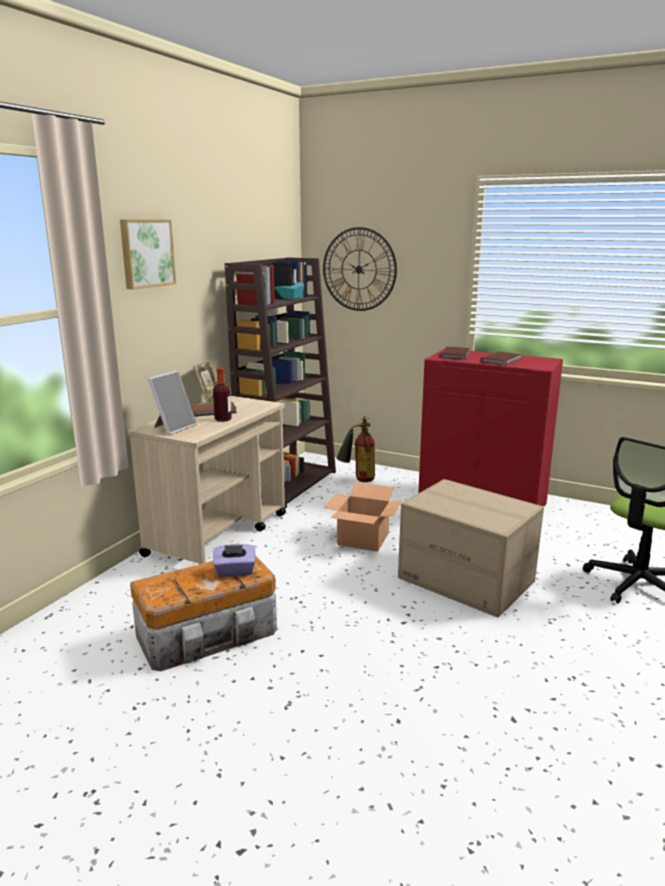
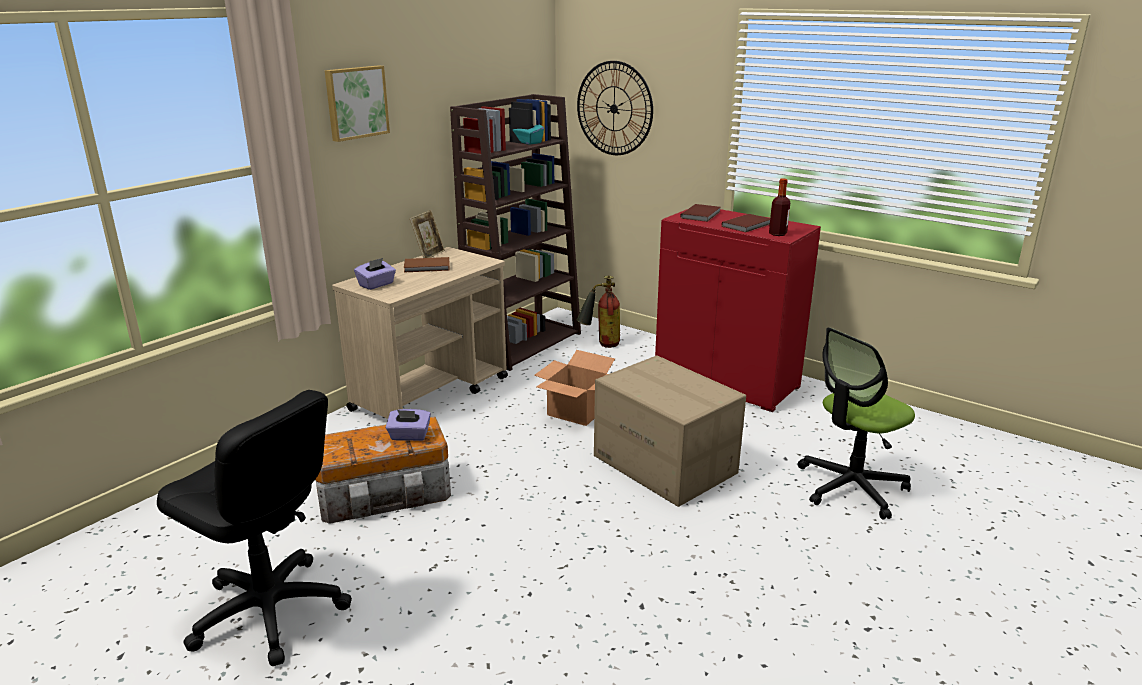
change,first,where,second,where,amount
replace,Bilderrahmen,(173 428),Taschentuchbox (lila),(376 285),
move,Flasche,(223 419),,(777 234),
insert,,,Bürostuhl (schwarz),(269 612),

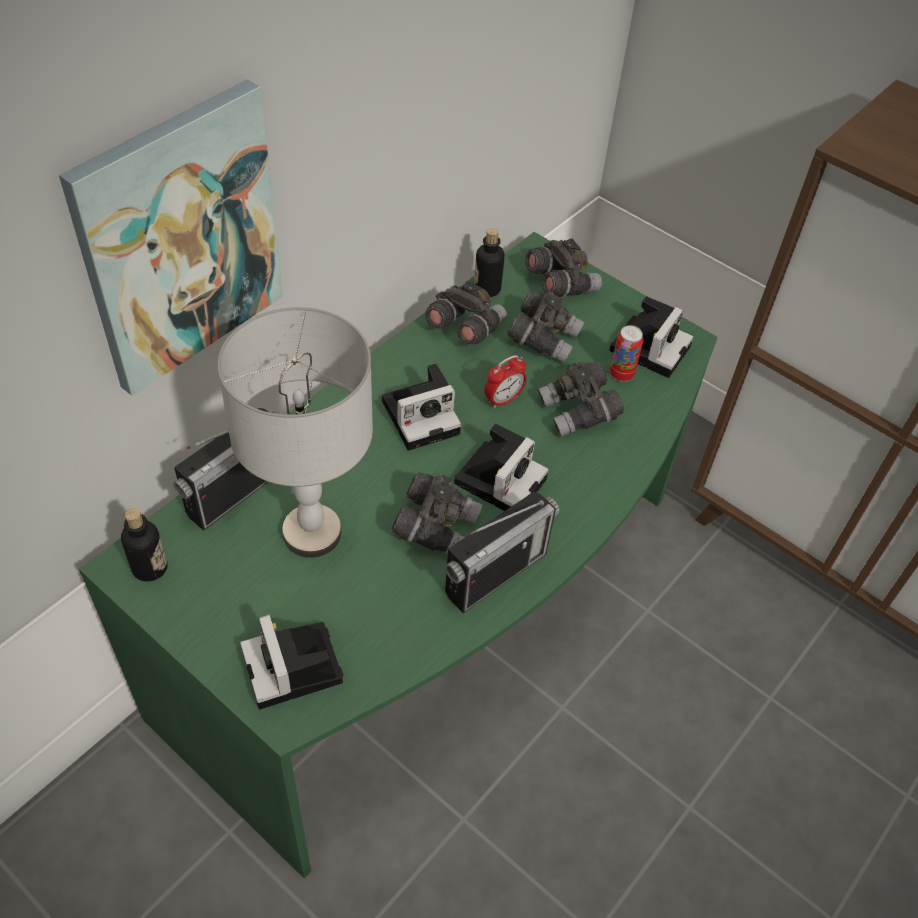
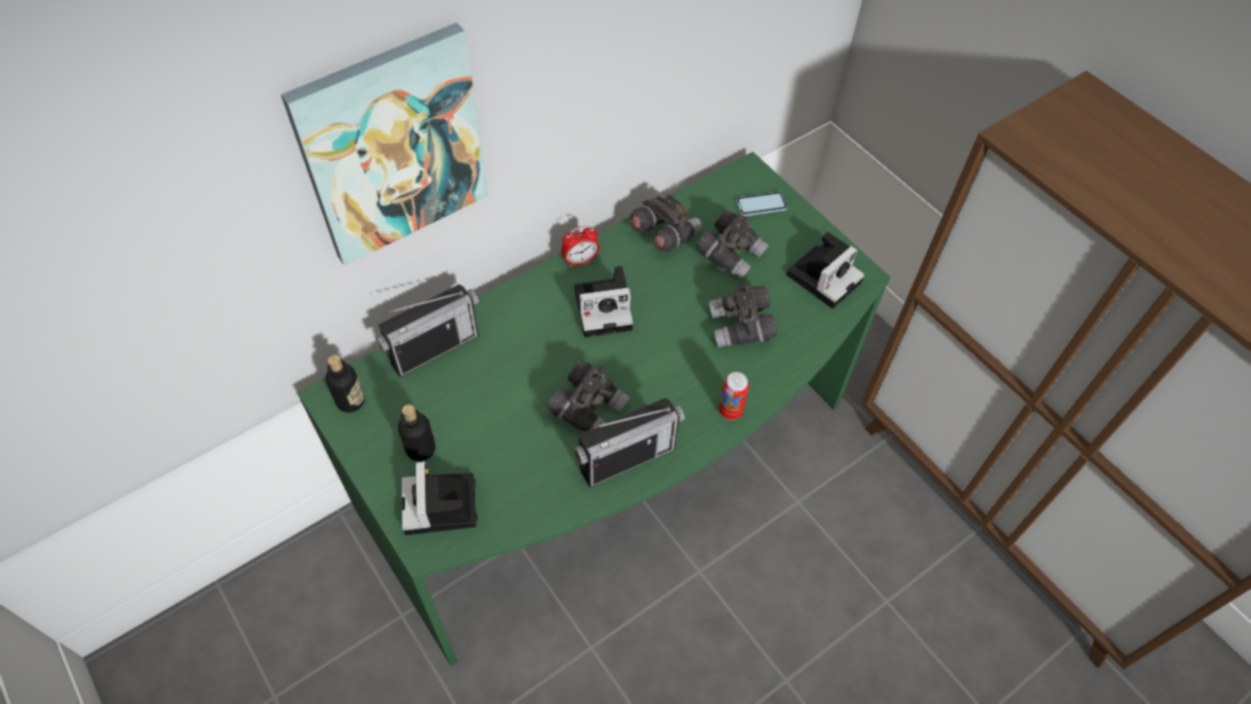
change,first,where,second,where,amount
delete,Tischlampe (grau),(312 532),,,
delete,Kamera,(501 478),,,
move,Flasche,(487 289),,(421 449),
move,Wecker,(503 400),,(580 261),
replace,Fernglas (grau),(560 284),Handy,(761 205),
move,Dose,(621 374),,(730 411),

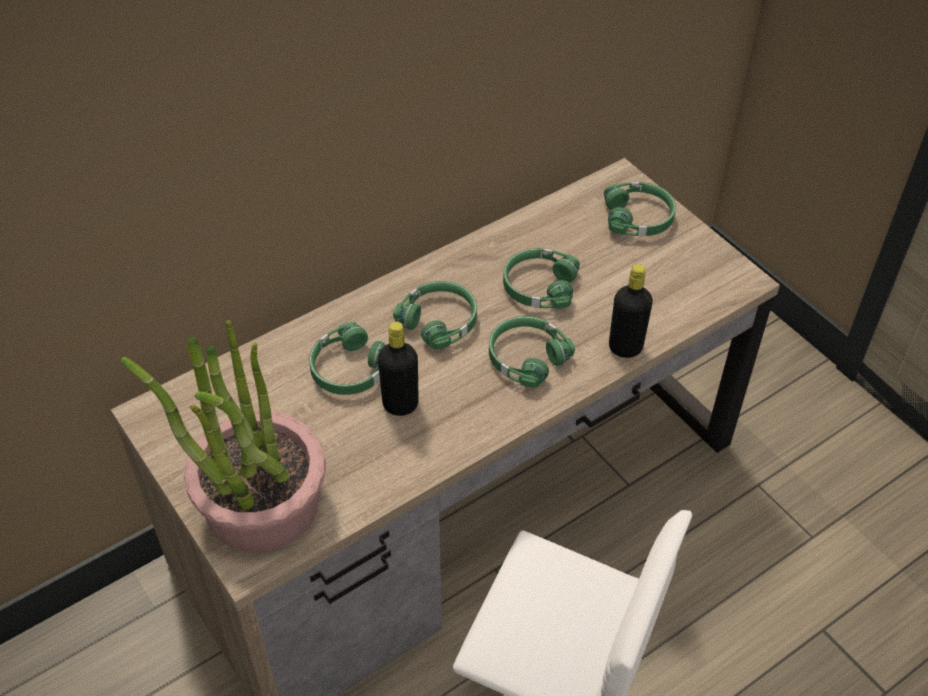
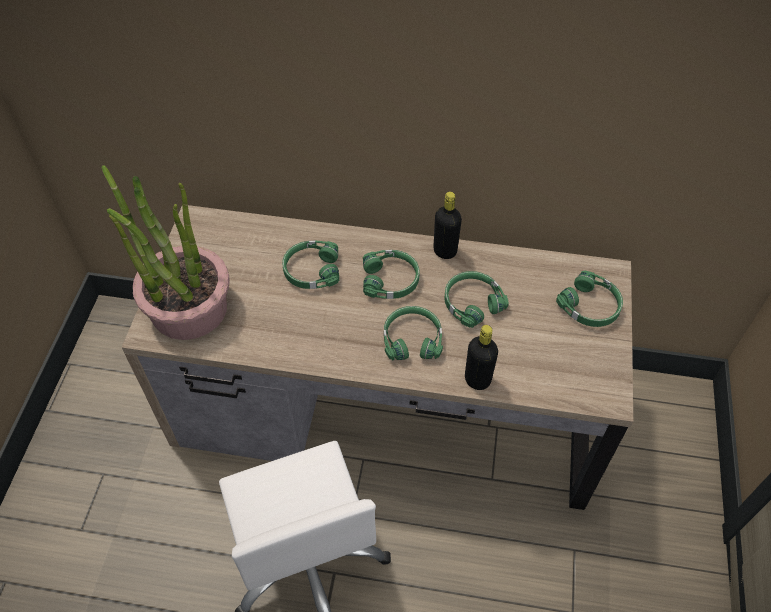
change,first,where,second,where,amount
move,Flasche (schwarz),(400 404),,(445 251),

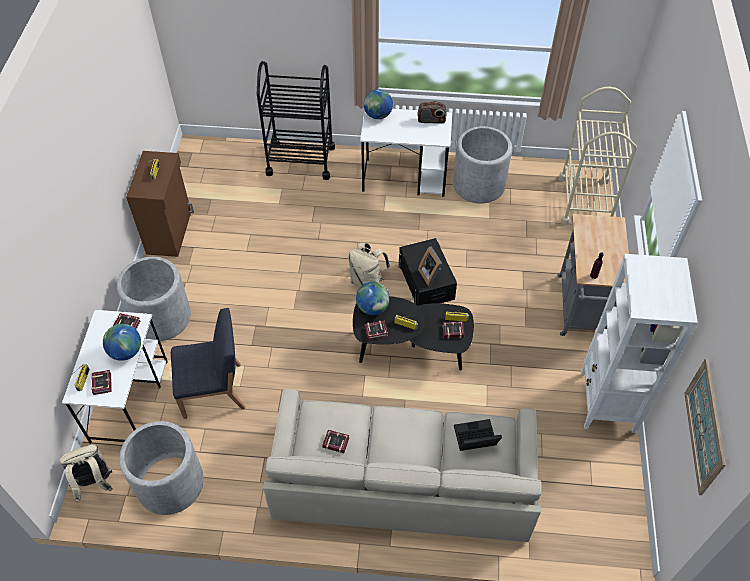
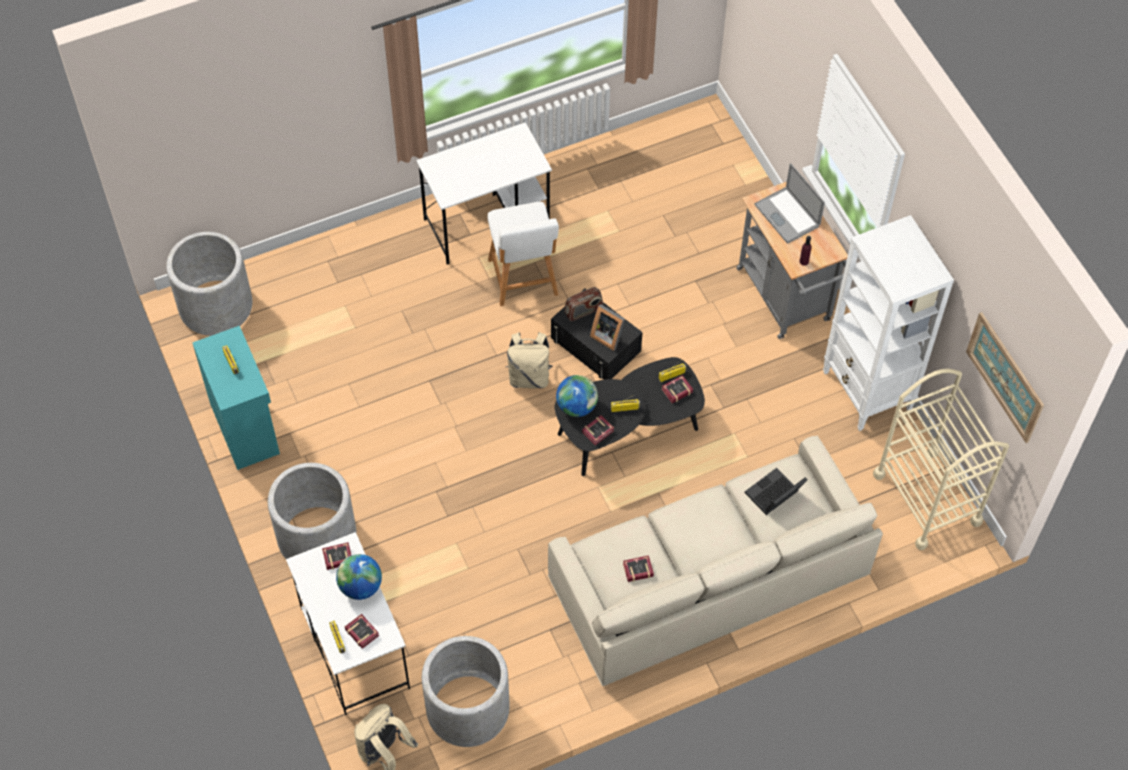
change,first,where,second,where,amount
recolor,Schrank (braun),(170 232),Schrank (türkis),(246 427),
delete,Stuhl (blau),(213 391),,,
delete,Rollwagen (schwarz),(300 160),,,
delete,Globus,(378 115),,,
move,Radio,(431 120),,(583 311),
move,Pflanzkübel (grau),(479 185),,(216 306),
move,Rollwagen (beige),(585 201),,(927 498),
insert,,,Hocker (weiß),(523 280),
insert,,,Laptop,(787 215),

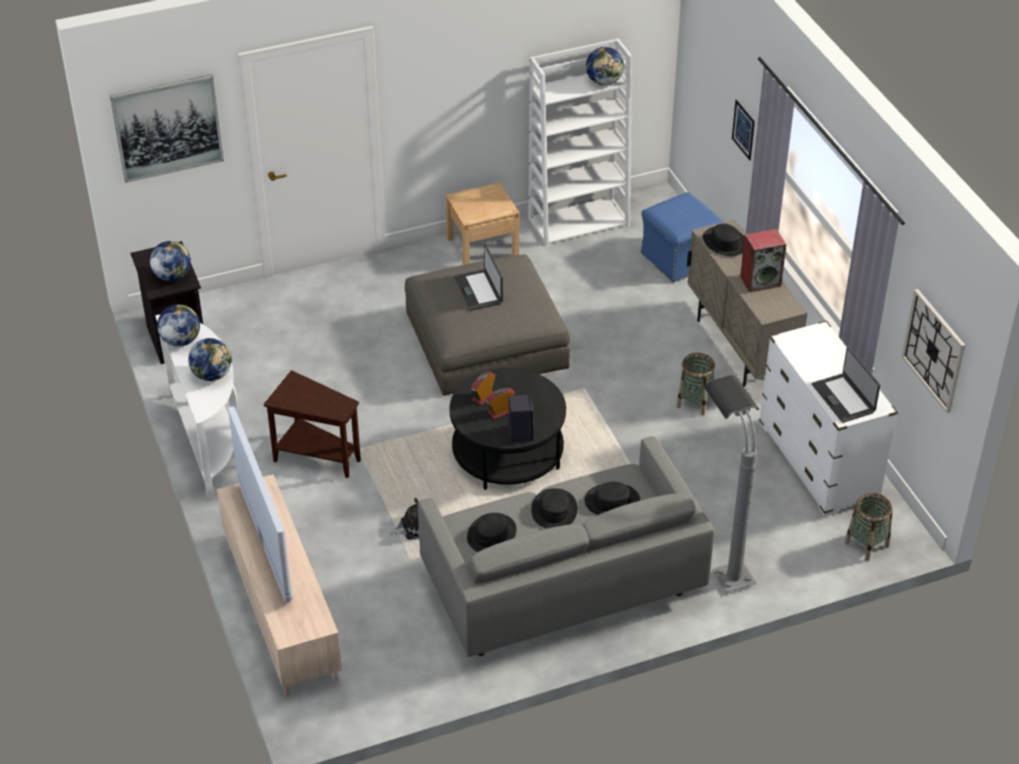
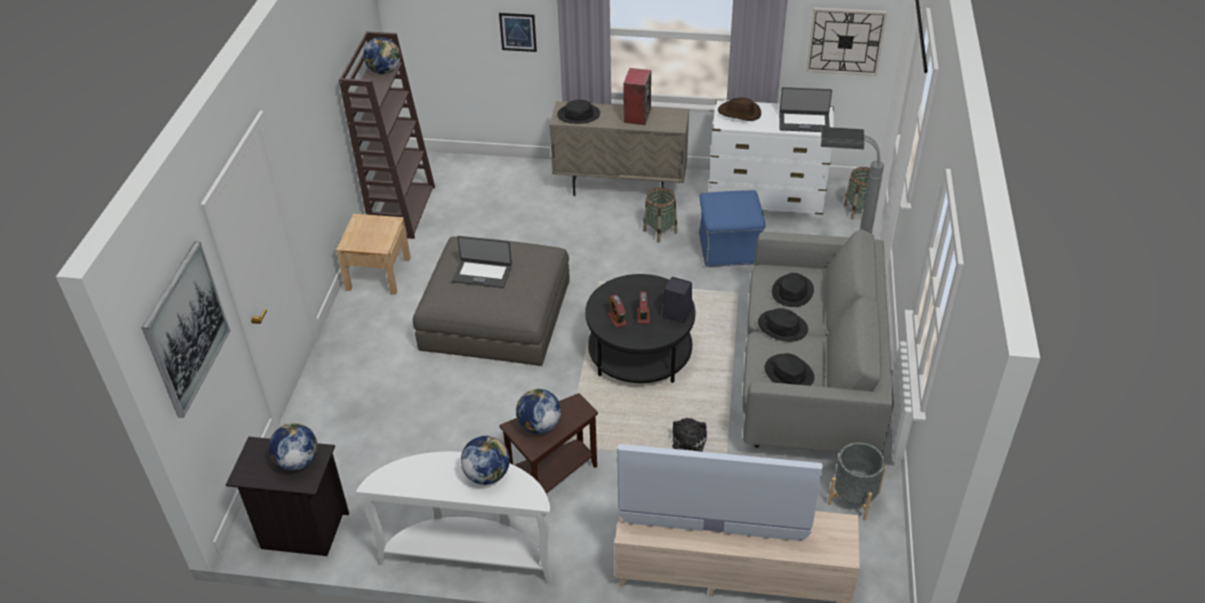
change,first,where,second,where,amount
move,Globus,(180 341),,(539 426),
recolor,Bücherregal (weiß),(579 221),Bücherregal (braun),(402 210),
move,Polsterhocker (blau),(679 259),,(729 248),
insert,,,Hut (braun),(739 113),
insert,,,Pflanzkübel (grau),(853 498),

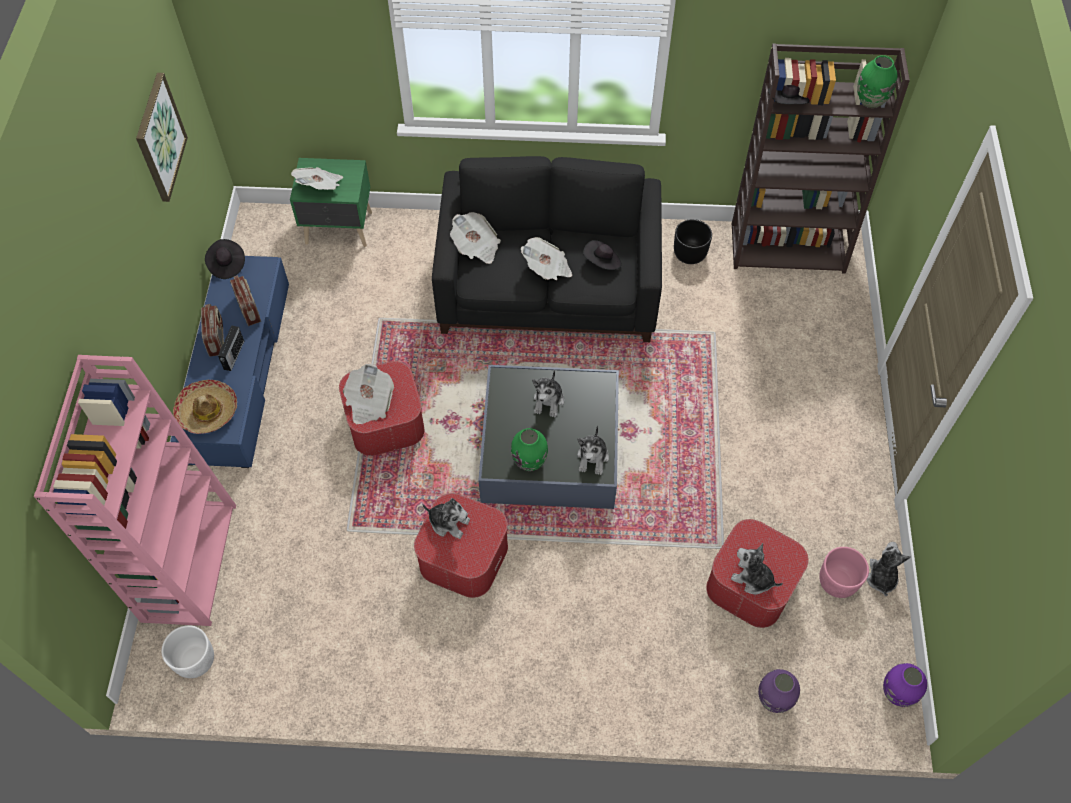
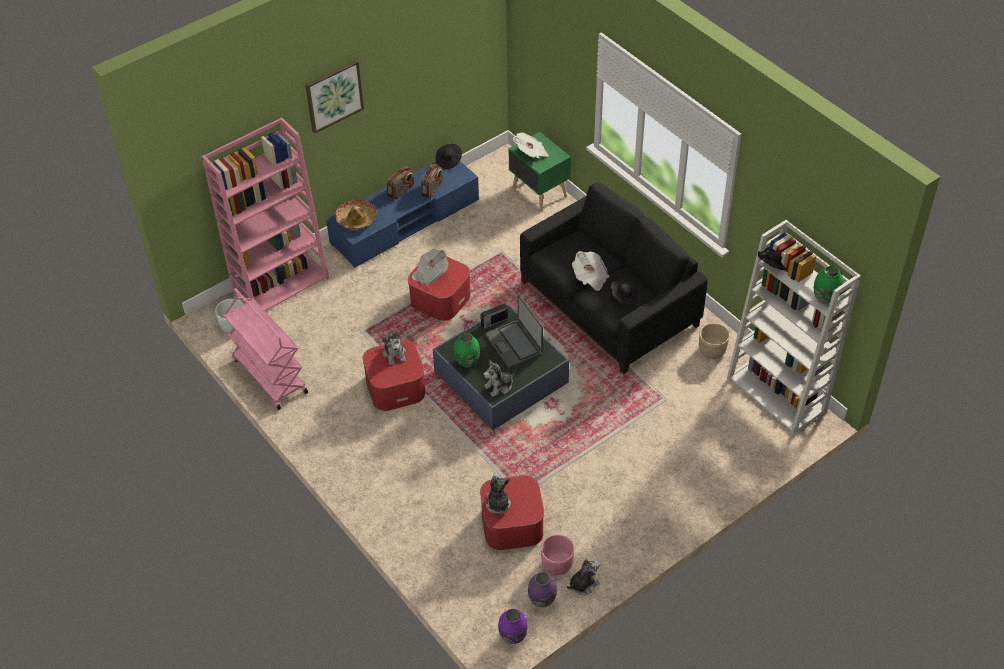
change,first,where,second,where,amount
move,Bild,(159 137),,(334 95),
move,Radio,(233 355),,(493 322),
delete,Zeitung,(476 247),,,
replace,Plüschtier,(548 401),Laptop,(514 344),
recolor,Pflanzkübel (schwarz),(690 253),Pflanzkübel (beige),(712 351),
recolor,Bücherregal (braun),(788 247),Bücherregal (weiß),(777 394),
move,Vase (lila),(774 699),,(542 600),
insert,,,Rollwagen (rosa),(269 376),

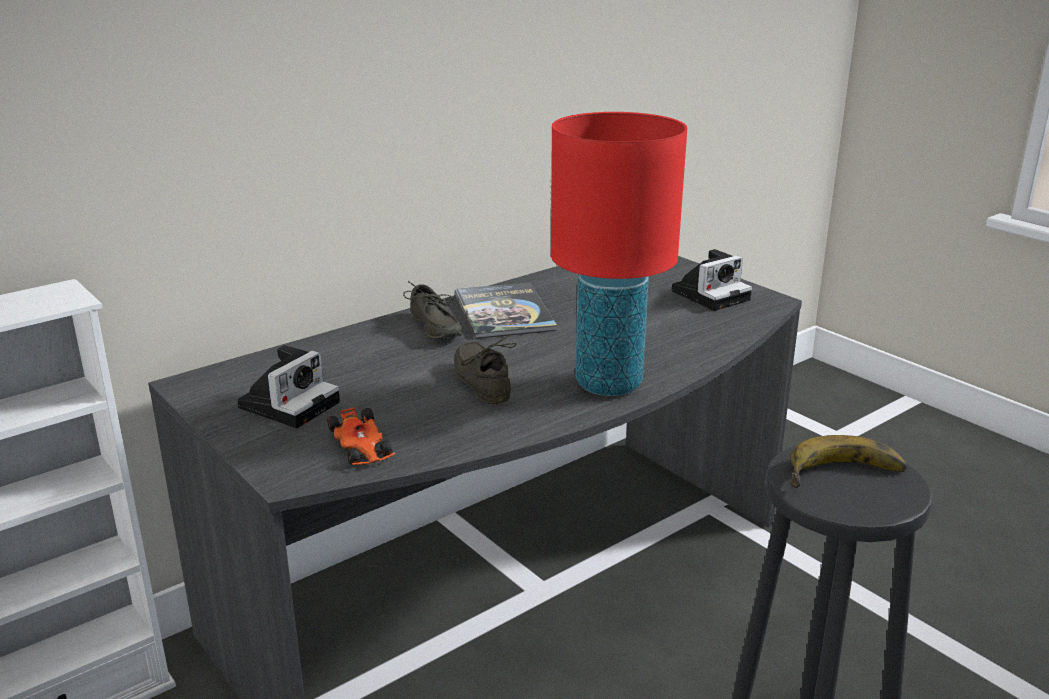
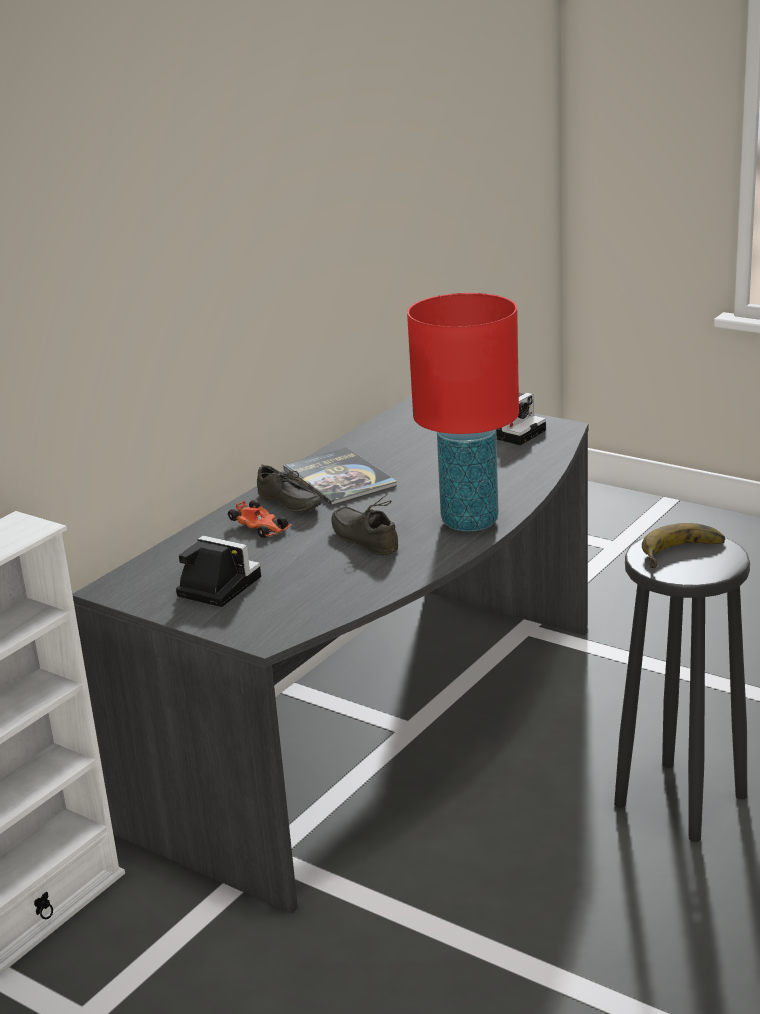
change,first,where,second,where,amount
rotate,Kamera,(291 403),,(216 586),75 degrees counterclockwise
move,Spielzeugauto,(361 447),,(260 527),

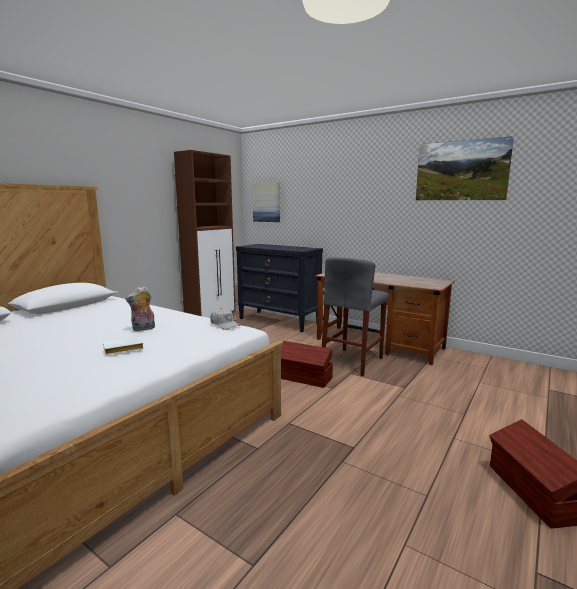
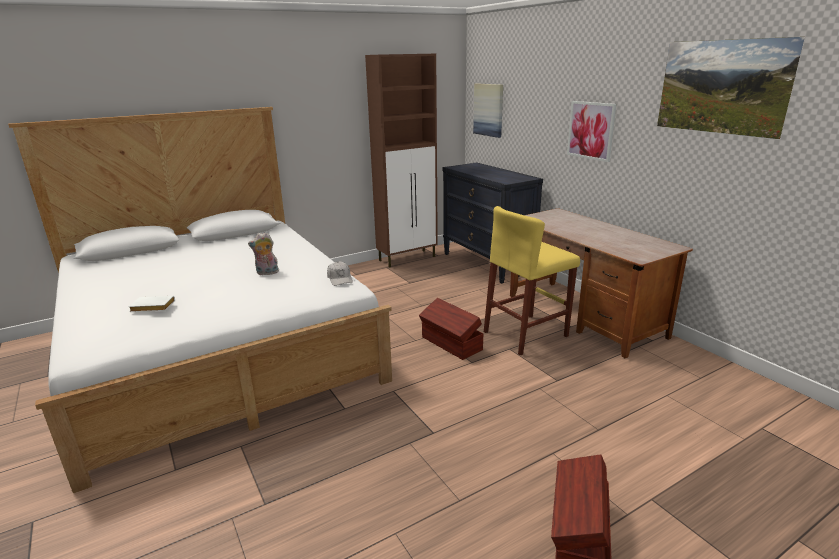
change,first,where,second,where,amount
move,Buch (weiß),(122 350),,(151 308),
recolor,Hocker (grau),(352 361),Hocker (gelb),(525 334),
insert,,,Bild,(591 130),

